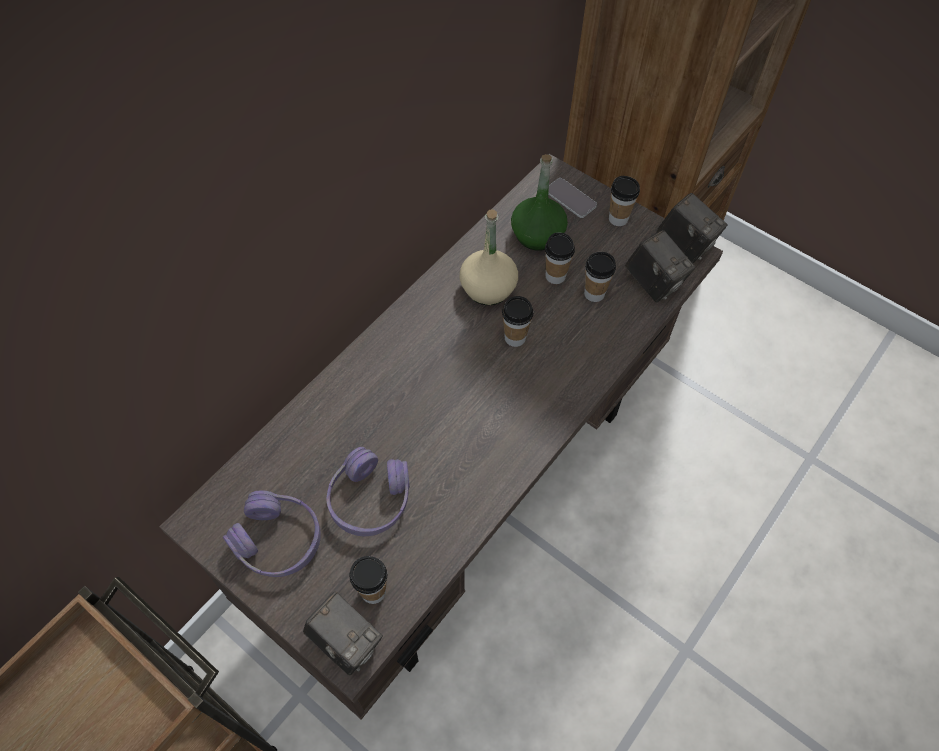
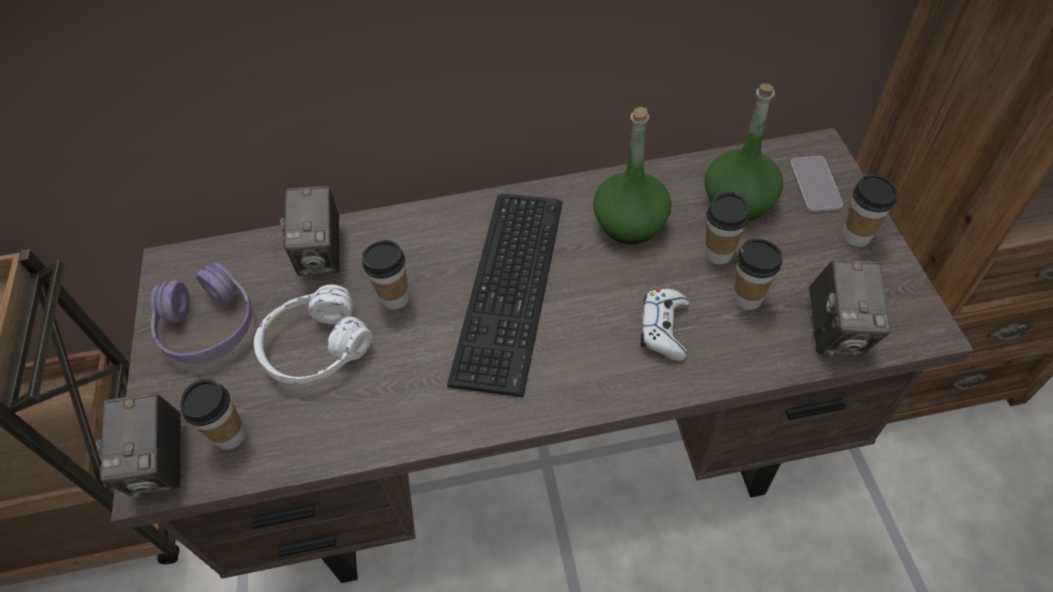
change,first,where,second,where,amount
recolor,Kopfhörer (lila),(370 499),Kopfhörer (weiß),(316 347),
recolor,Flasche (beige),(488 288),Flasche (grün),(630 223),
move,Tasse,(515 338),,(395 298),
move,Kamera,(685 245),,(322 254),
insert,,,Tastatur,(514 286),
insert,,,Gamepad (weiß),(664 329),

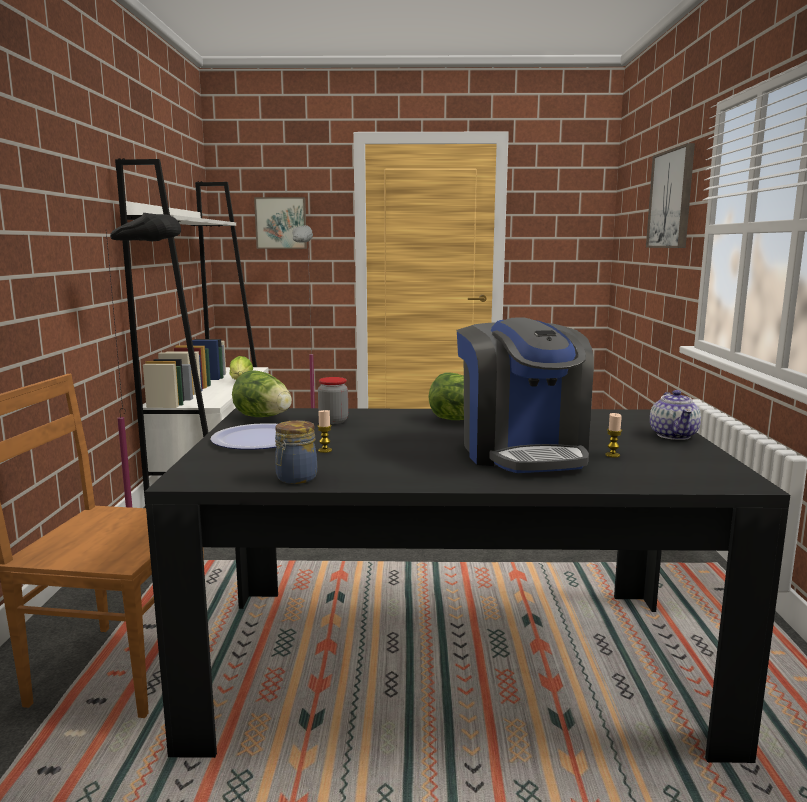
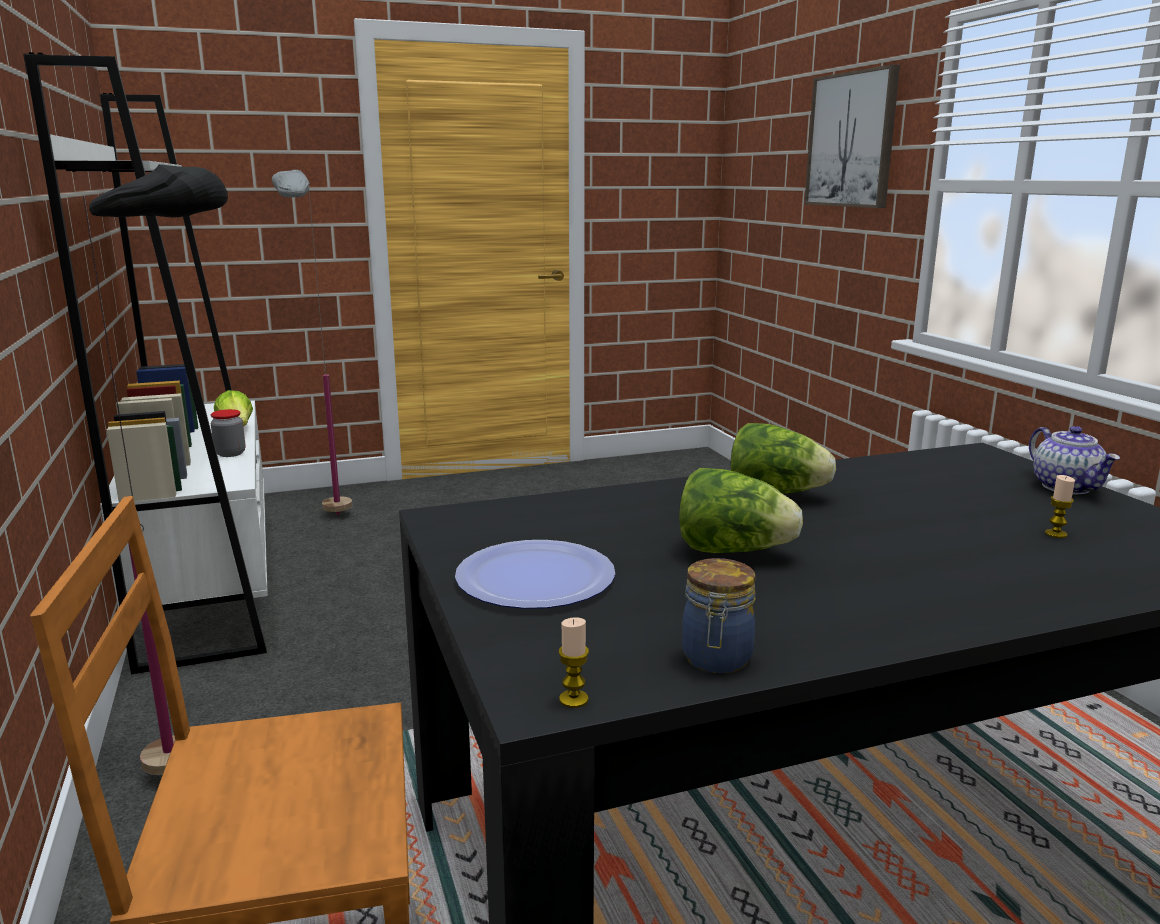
change,first,where,second,where,amount
move,Salatkopf,(264 417),,(732 551),
delete,Bild,(281 223),,,
move,Kerze,(325 450),,(573 699),
move,Vorratsglas,(333 421),,(230 453),
delete,Kaffeemaschine,(522 452),,,

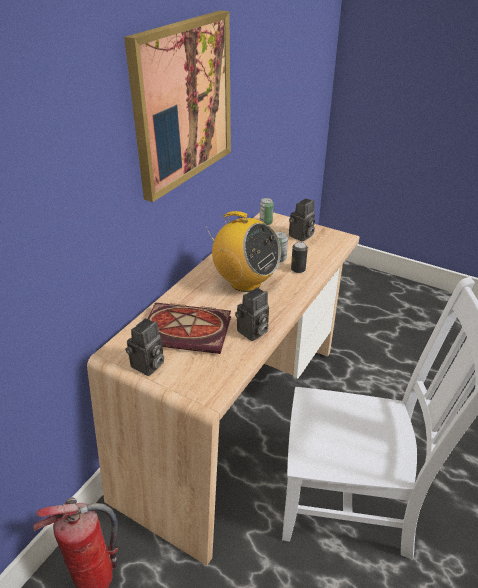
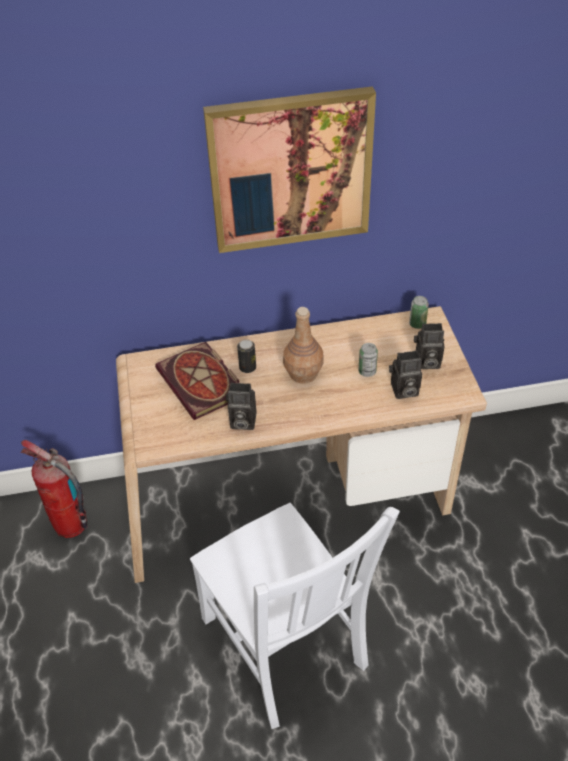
change,first,where,second,where,amount
move,Kamera,(148 366),,(403 391),
replace,Radio,(245 282),Flasche (braun),(303 373),
move,Dose,(298 269),,(247 367),

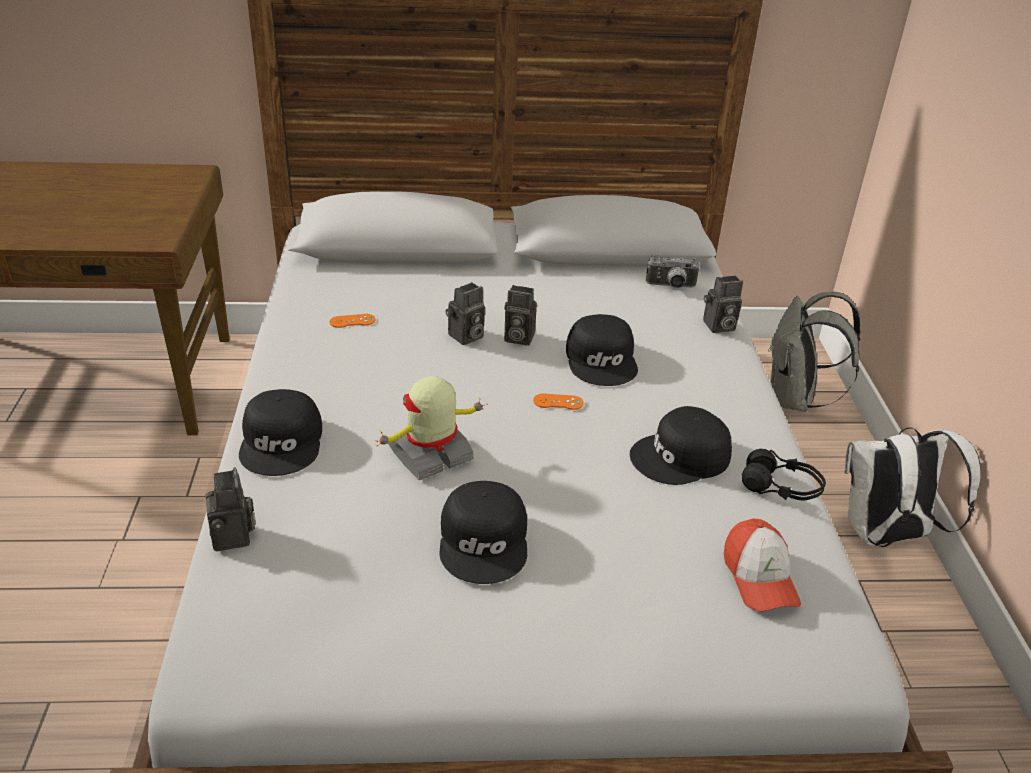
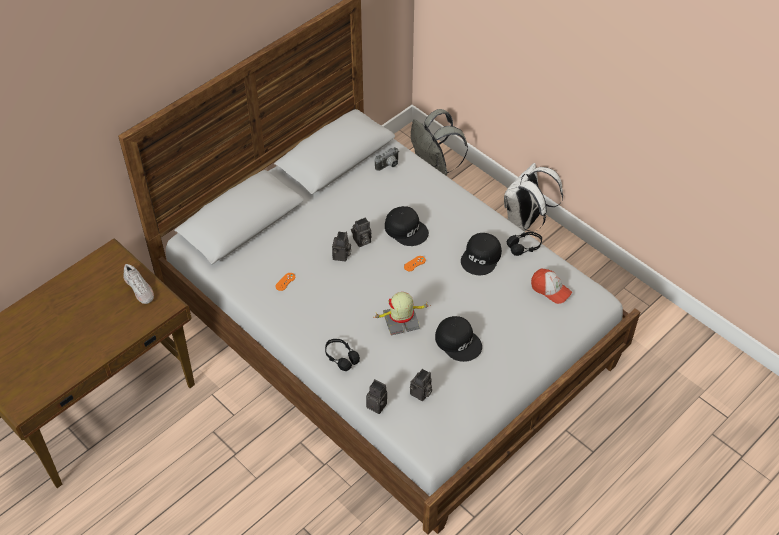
change,first,where,second,where,amount
replace,Kappe (schwarz),(283 442),Kopfhörer (schwarz),(341 357),
rotate,Spielzeugroboter,(431 455),,(401 322),60 degrees clockwise
move,Kamera,(718 326),,(421 394),
insert,,,Schuh (weiß),(140 289),

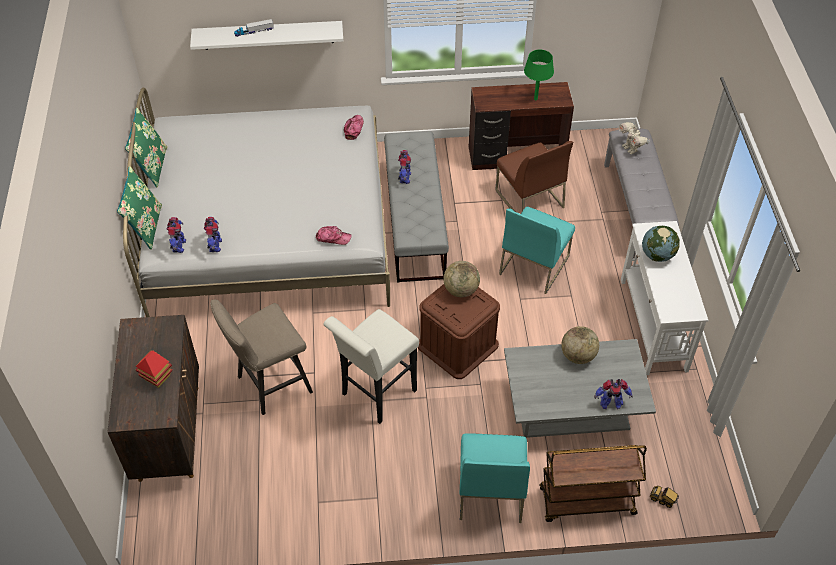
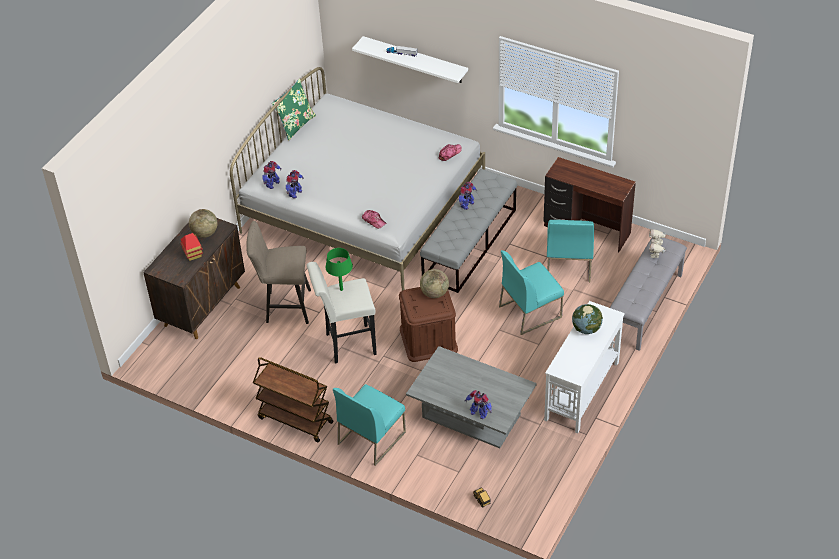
change,first,where,second,where,amount
delete,Kissen (grün),(146 226),,,
recolor,Stuhl (braun),(528 198),Stuhl (türkis),(568 264),
move,Tischlampe (grün),(535 99),,(341 289),
move,Rollwagen (braun),(586 502),,(294 420),
move,Globus,(578 355),,(205 233),

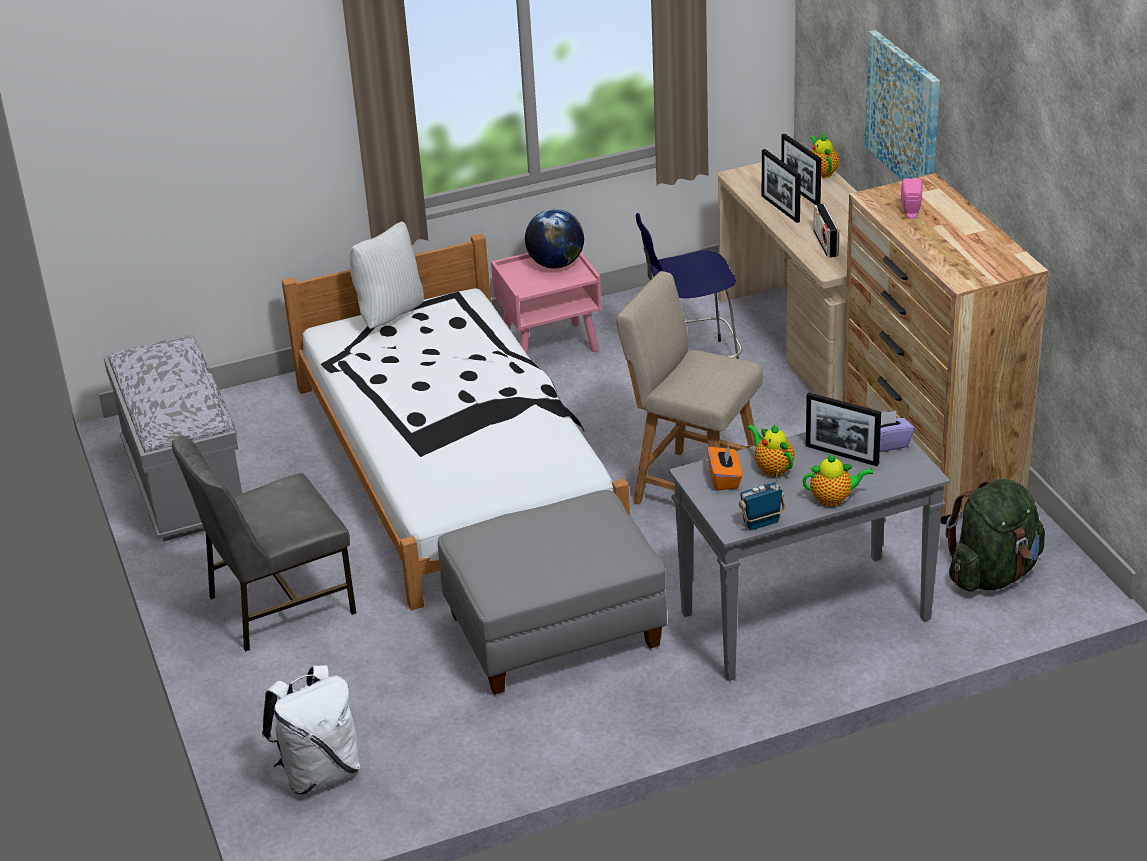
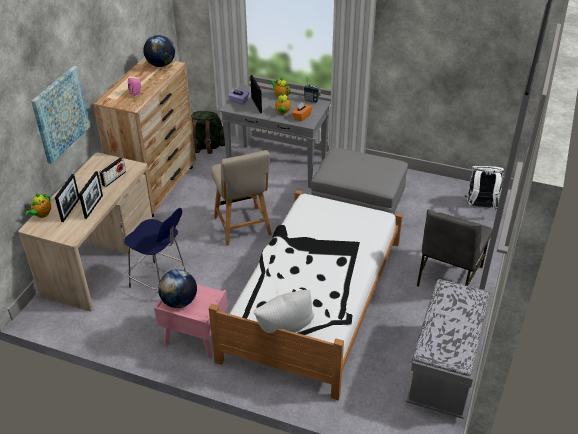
change,first,where,second,where,amount
rotate,Stuhl (grau),(278 604),,(448 276),105 degrees clockwise
insert,,,Globus,(161 65),

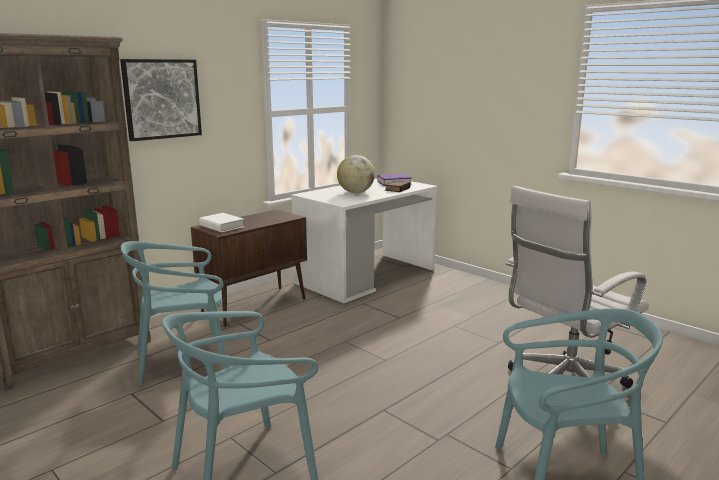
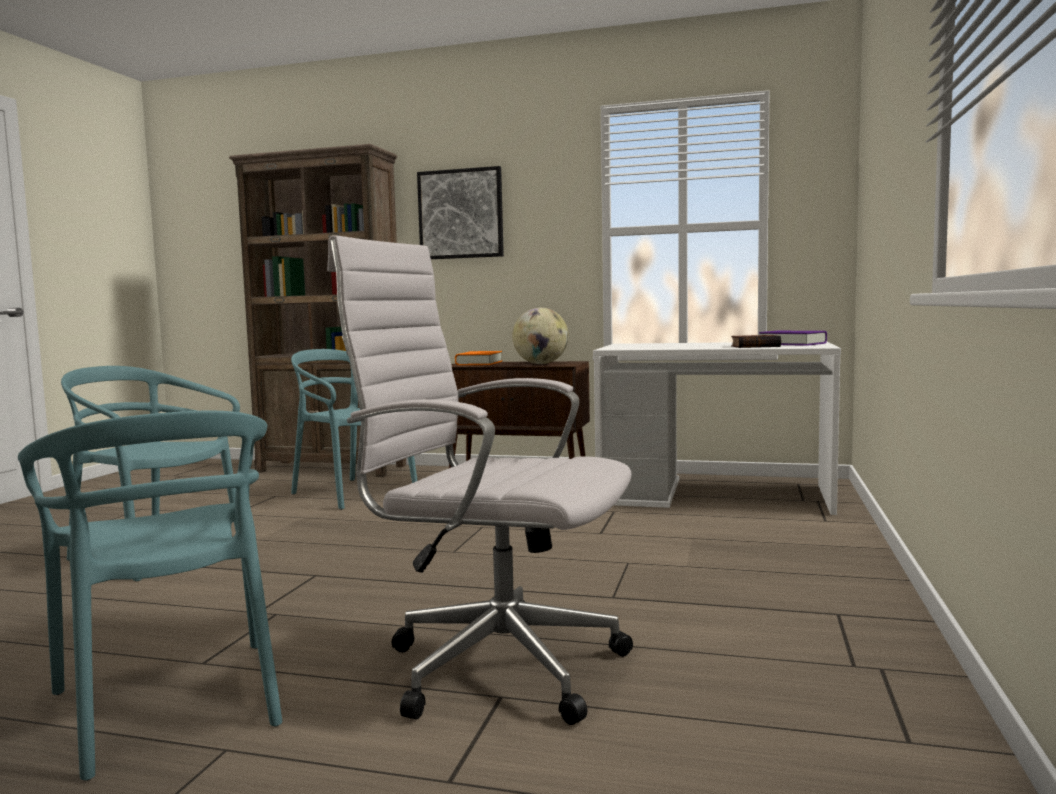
change,first,where,second,where,amount
recolor,Buch (weiß),(222 226),Buch (orange),(479 363),
move,Globus,(356 192),,(541 364),

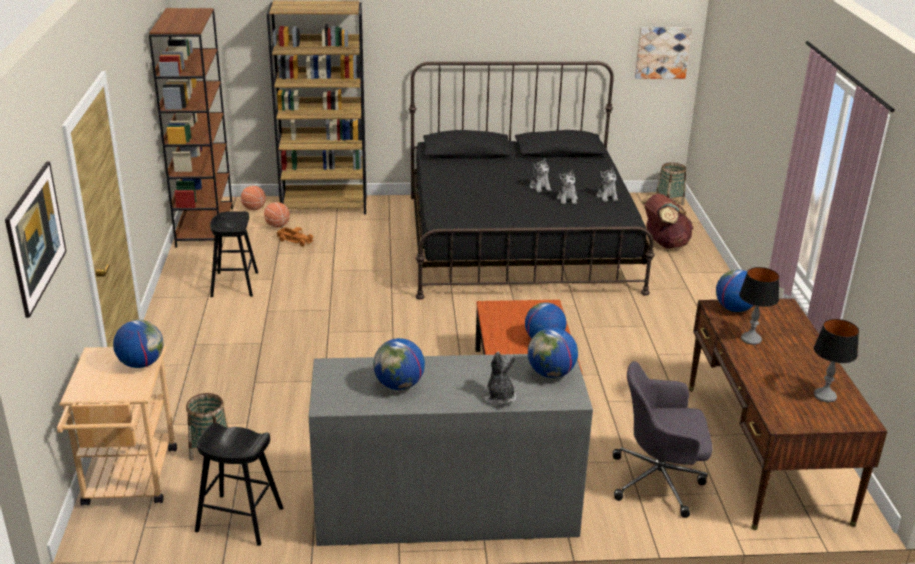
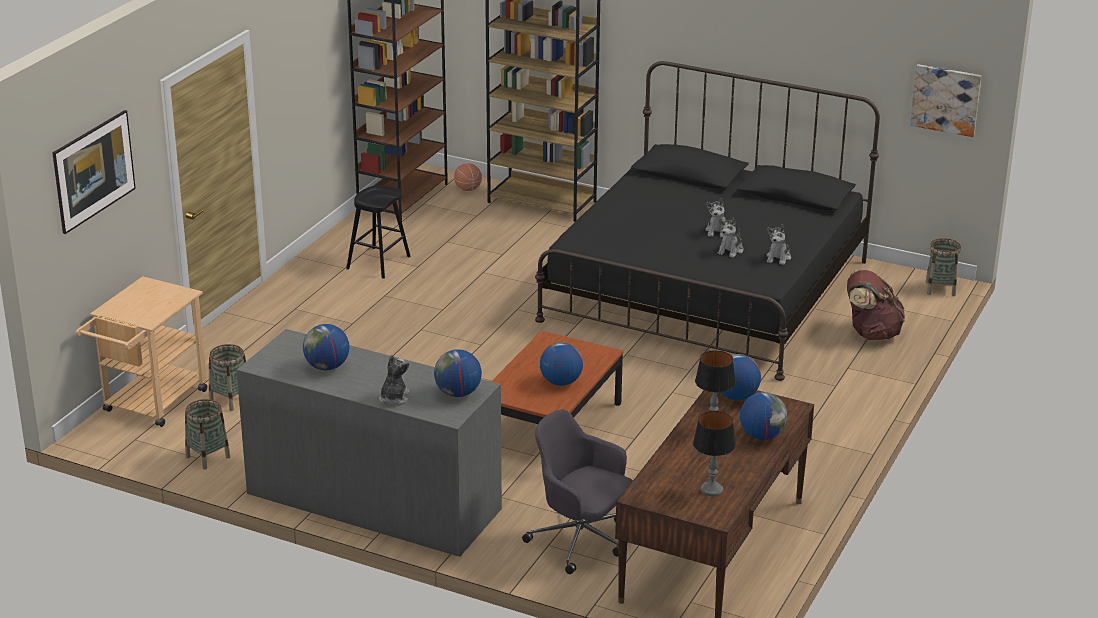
change,first,where,second,where,amount
move,Globus,(141 363),,(762 436),
replace,Hocker (schwarz),(240 520),Korb,(207 457),
delete,Basketball,(277 225),,,
delete,Spielzeuglaster,(295 240),,,

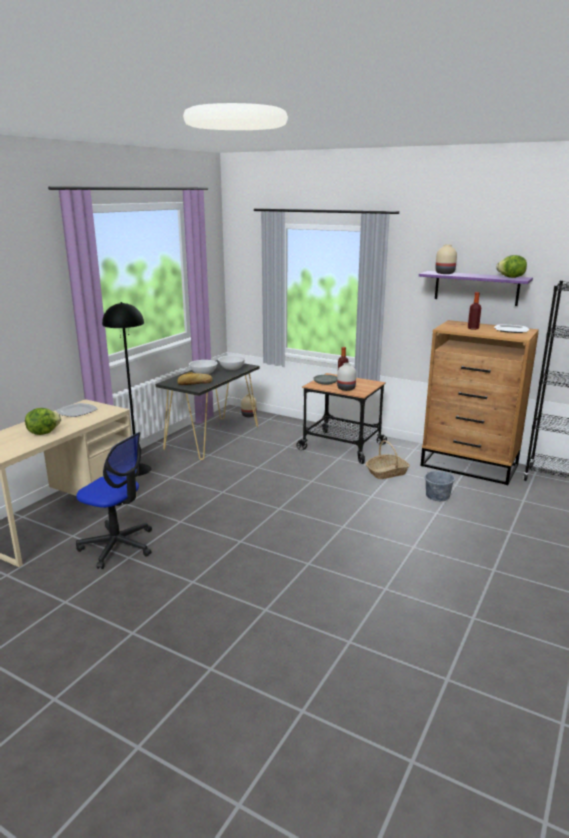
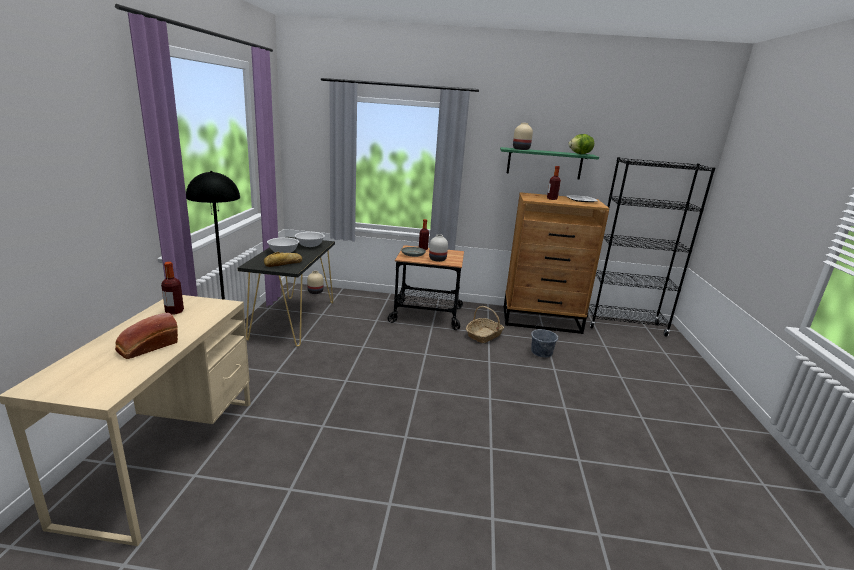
change,first,where,second,where,amount
replace,Salatkopf,(43 432),Brot,(147 347),
replace,Teller,(77 411),Flasche,(174 311),
delete,Bürostuhl,(118 546),,,
recolor,Wandregal (lila),(476 288),Wandregal (grün),(544 163),

